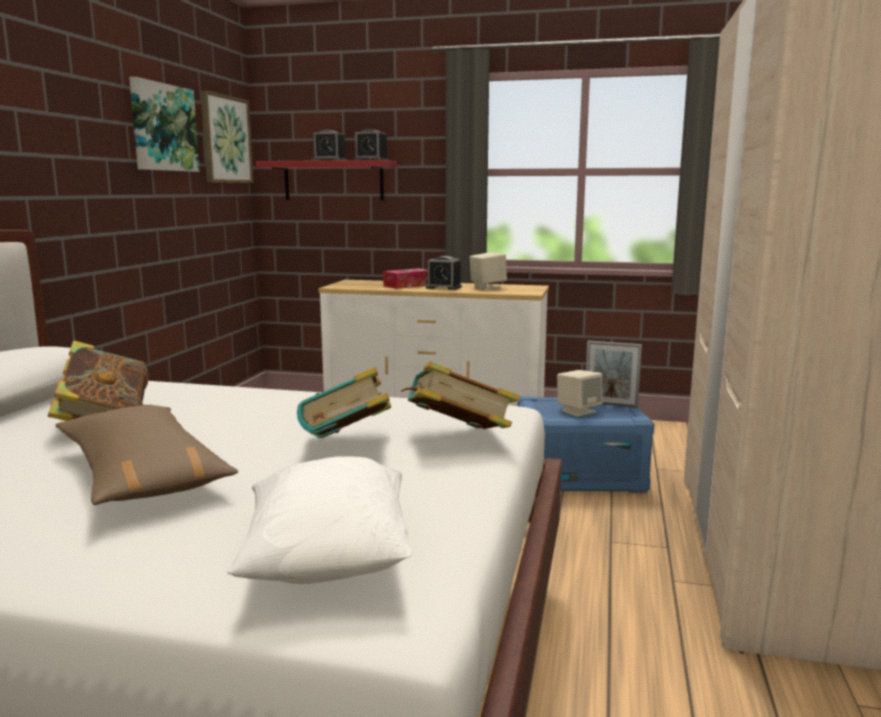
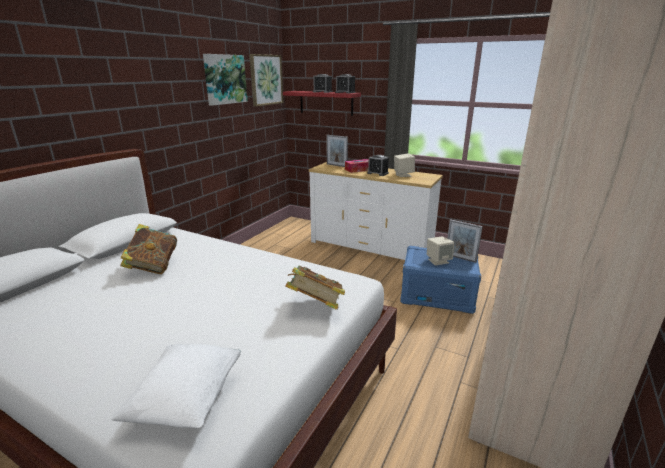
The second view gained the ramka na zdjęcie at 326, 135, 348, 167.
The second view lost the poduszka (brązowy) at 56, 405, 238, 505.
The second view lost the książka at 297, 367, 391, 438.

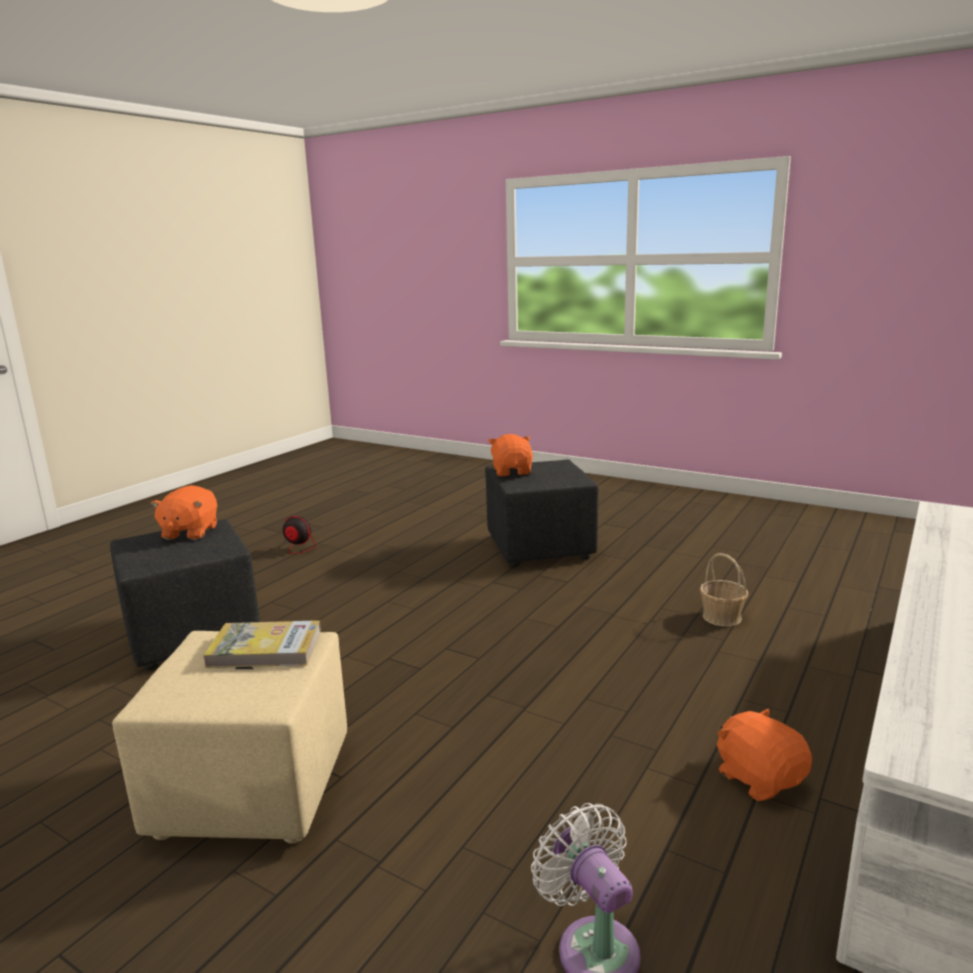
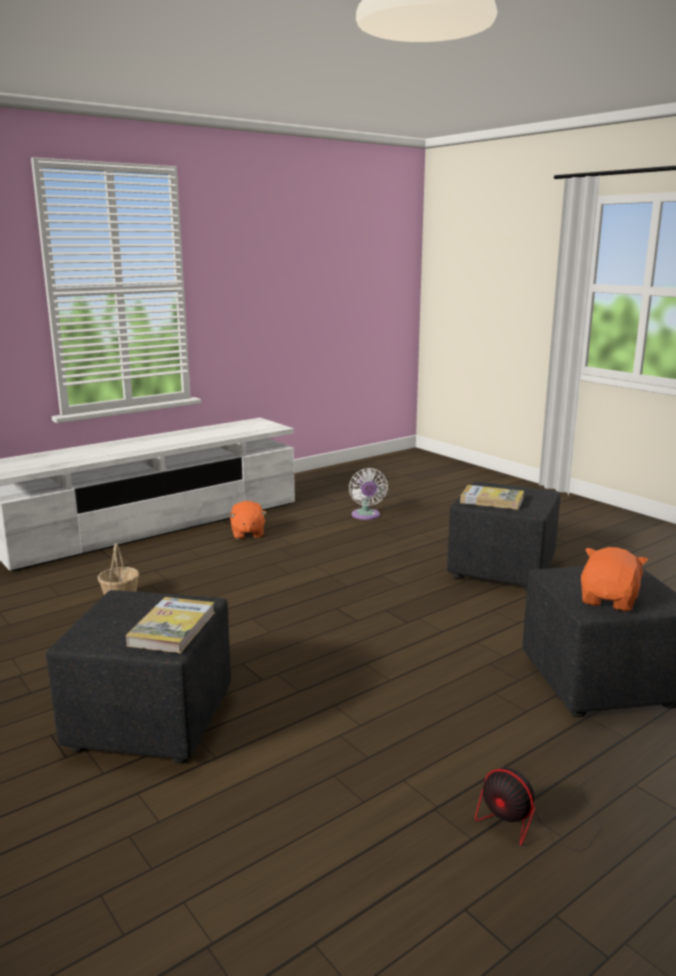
Where the pluszak (pomarańczowy) stood at 488, 434, 533, 476, the książka came to stand at 126, 597, 215, 653.
What was the pufa (beżowy) at 112, 631, 347, 844 turned into the pufa (czarny) at 447, 481, 561, 591.

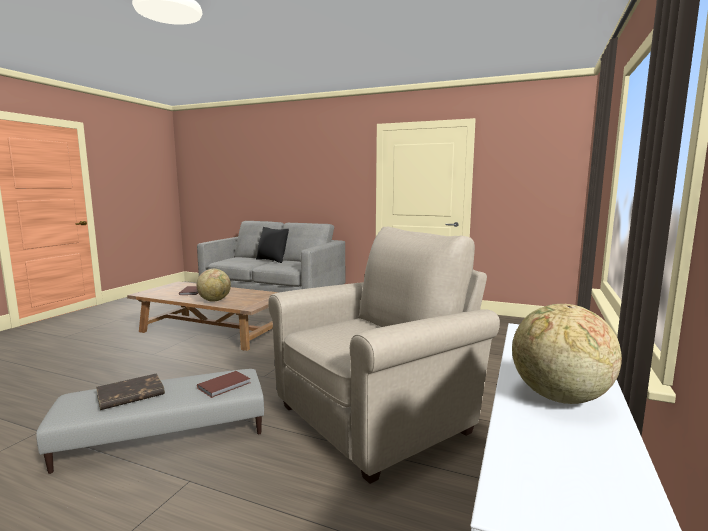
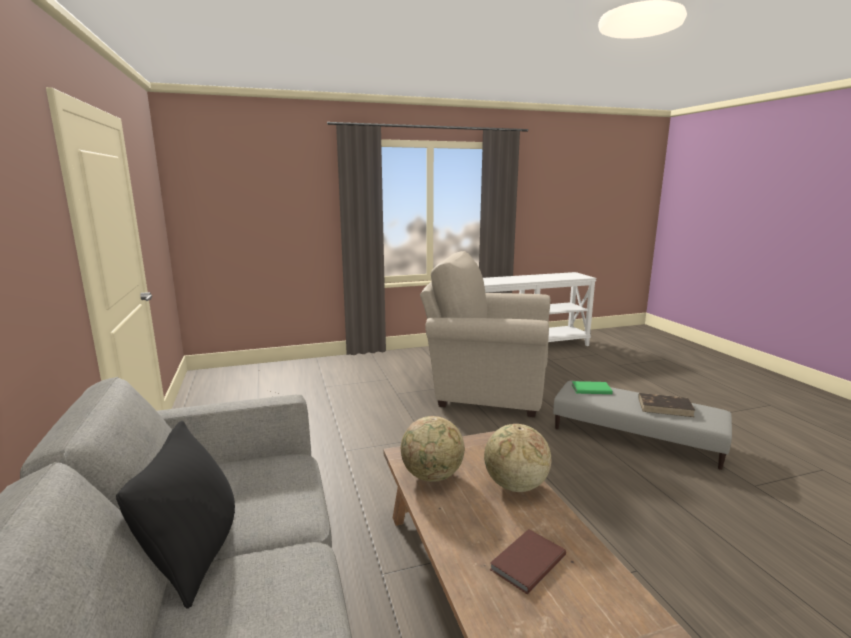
The globus ended up elsewhere, having gone from 512, 304, 622, 404 to 401, 416, 465, 482.
What was the książka (brązowy) at 197, 371, 250, 398 turned into the książka (zielony) at 572, 381, 613, 394.

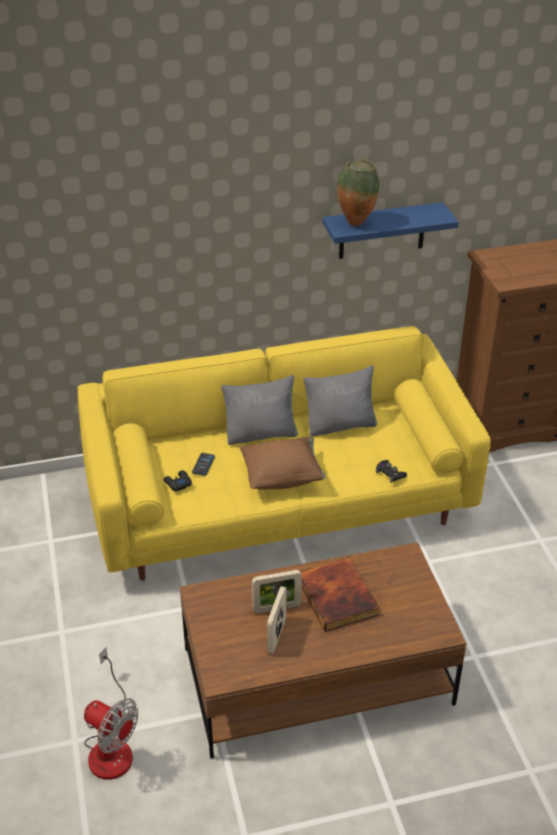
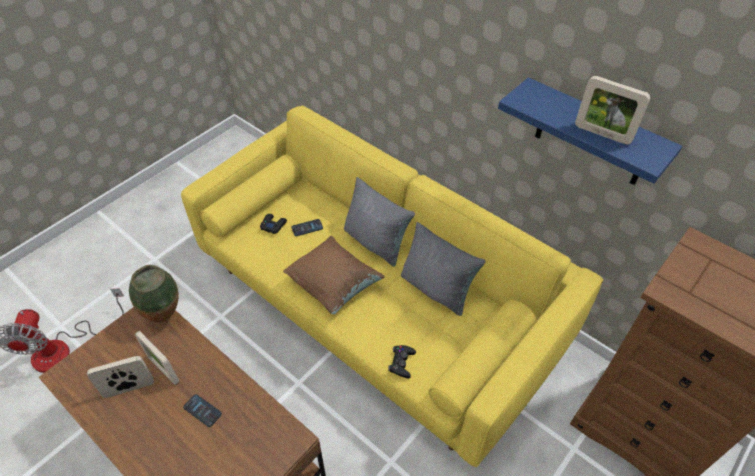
The wazon ended up elsewhere, having gone from 337, 159, 379, 226 to 129, 265, 179, 323.
Where the książka stood at 300, 557, 379, 632, the telefon came to stand at 183, 394, 222, 427.
The second view gained the ramka na zdjęcie at 575, 76, 651, 145.

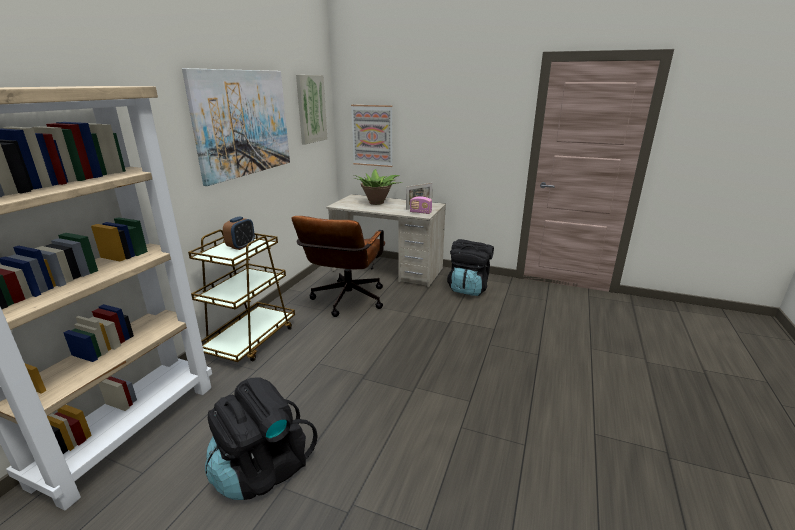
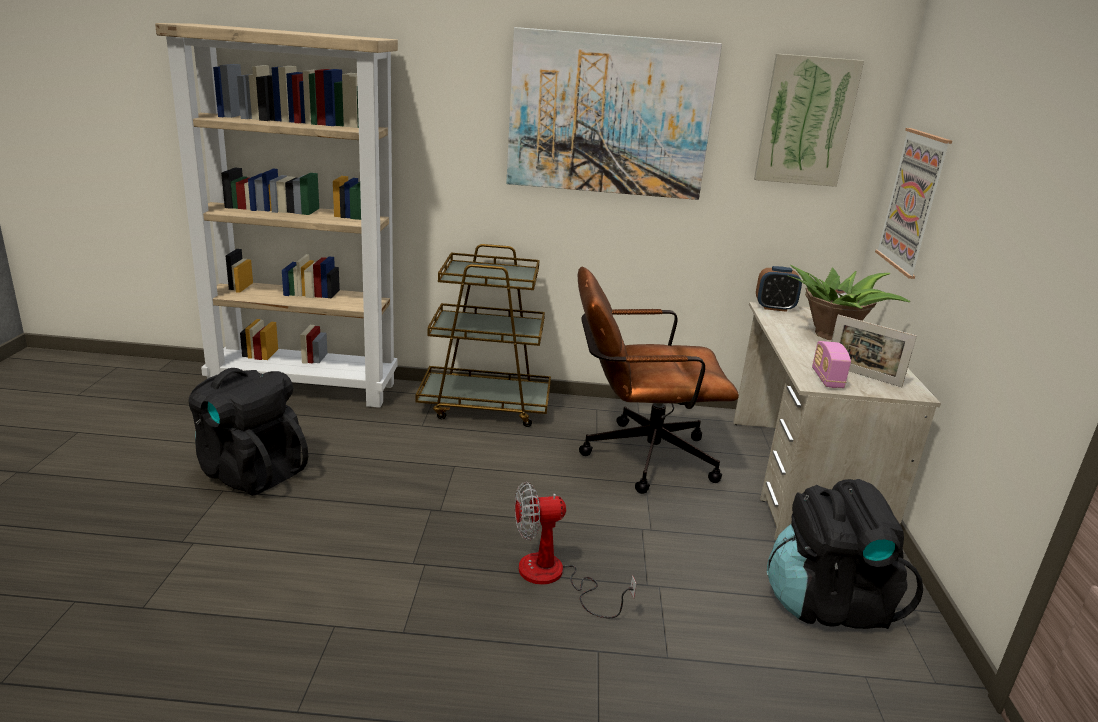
The second view gained the wentylator at 515, 482, 637, 618.
The budzik ended up elsewhere, having gone from 223, 216, 255, 250 to 756, 266, 802, 312.

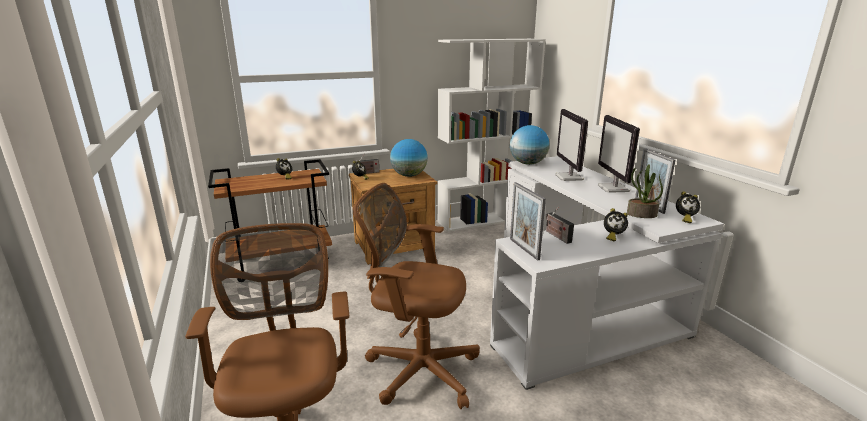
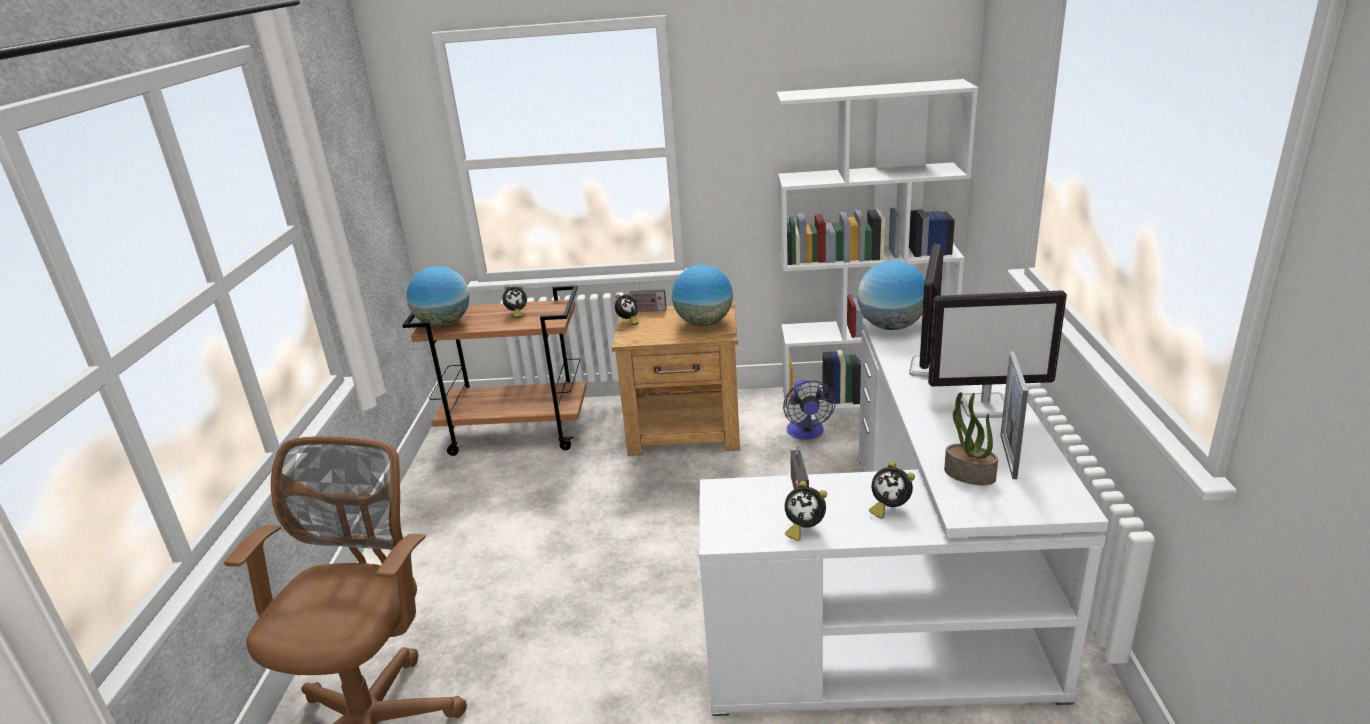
The second view gained the globus at 407, 266, 470, 327.
The second view gained the wentylator at 783, 379, 836, 439.
The budzik ended up elsewhere, having gone from 676, 191, 700, 223 to 785, 481, 827, 541.
The monitor at 598, 115, 640, 193 ended up facing another way, 105 degrees counterclockwise from before.
The second view lost the krzesło biurowe (brązowy) at 353, 183, 480, 409.
The second view lost the ramka na zdjęcie at 510, 182, 546, 261.

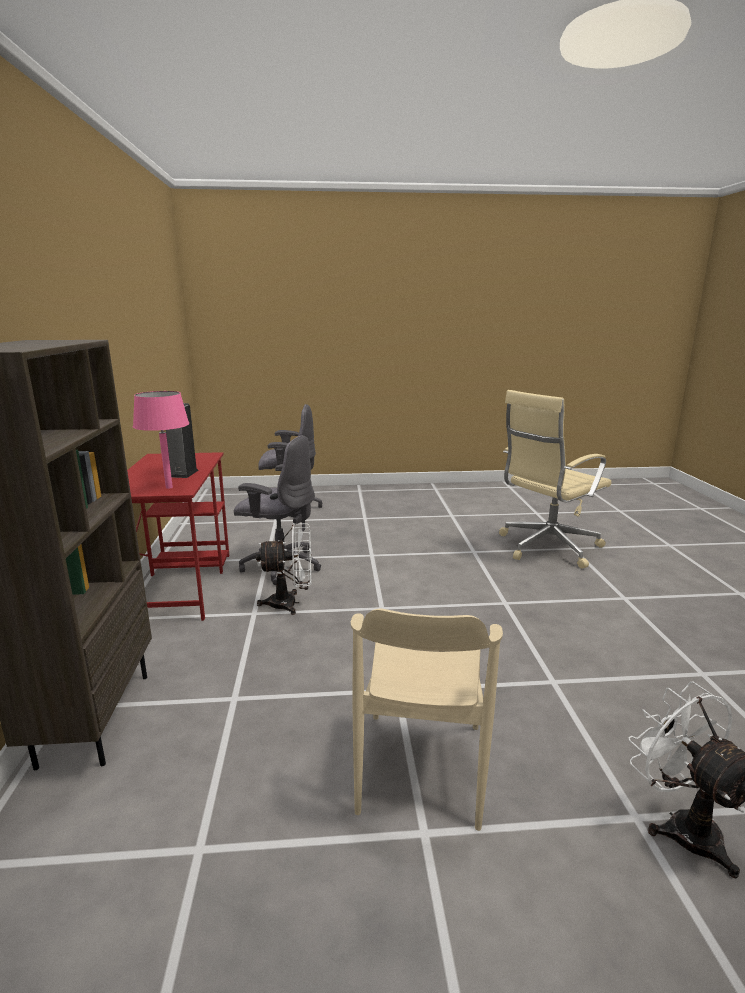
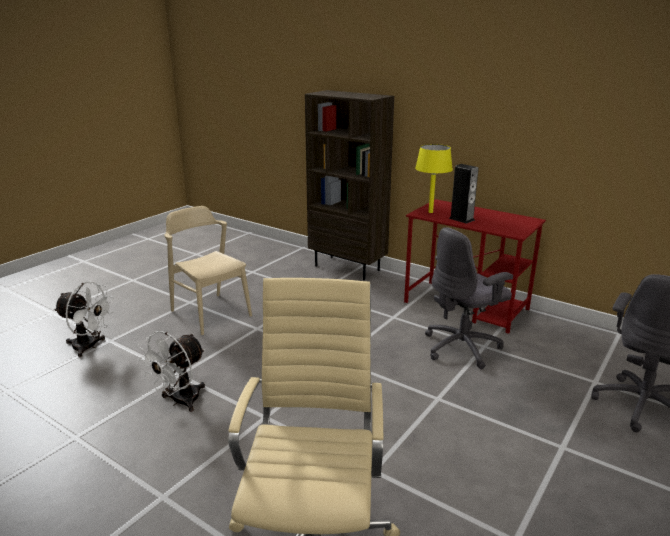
The wentylator (biały) ended up elsewhere, having gone from 256, 523, 312, 615 to 137, 331, 205, 412.
What was the lampa stołowa (różowy) at 133, 391, 189, 489 turned into the lampa stołowa (żółty) at 415, 144, 453, 213.

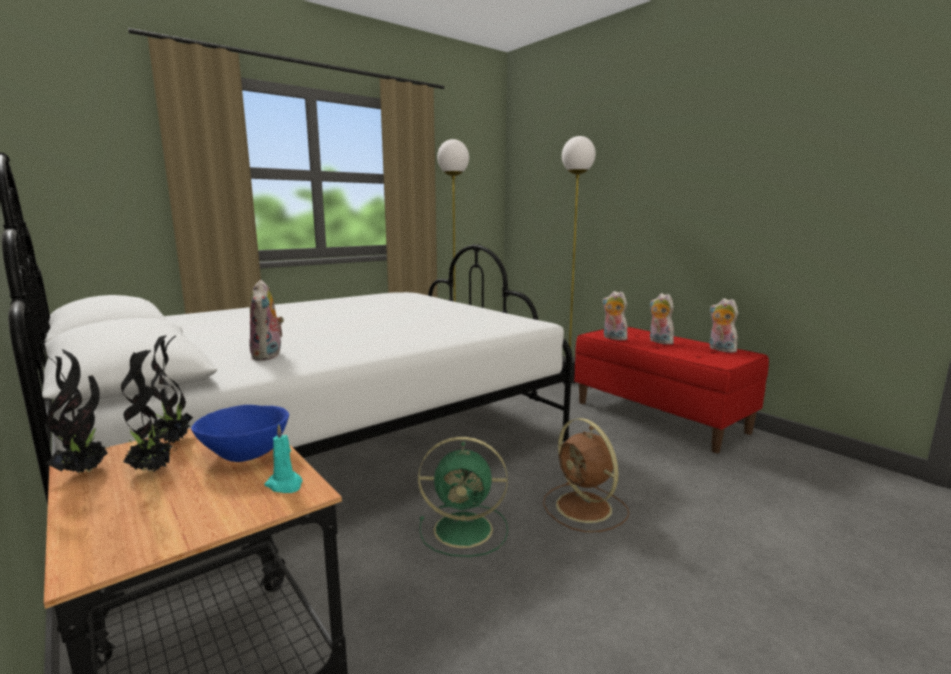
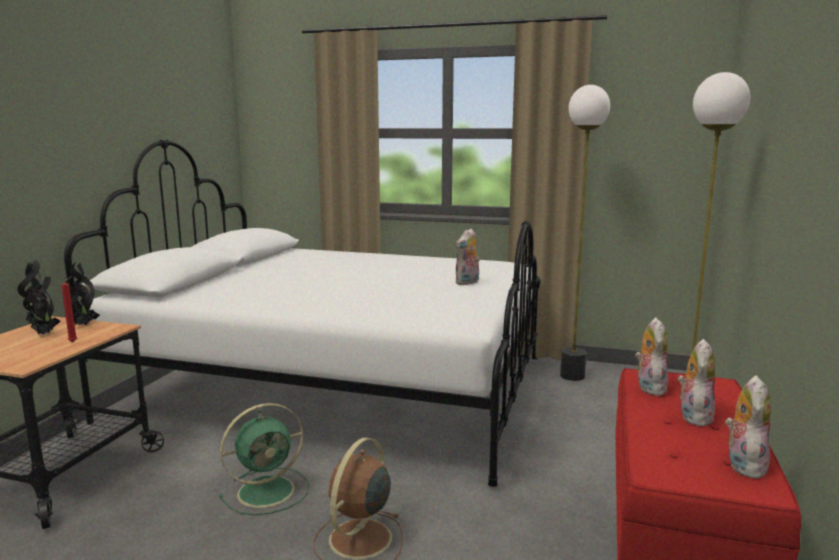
Where the miska (niebieski) stood at 191, 405, 289, 462, the świeca (czerwony) came to stand at 61, 276, 77, 342.
The wentylator (zielony) at 418, 437, 508, 557 ended up facing another way, 90 degrees counterclockwise from before.
The pluszak ended up elsewhere, having gone from 249, 280, 284, 360 to 455, 228, 480, 285.
The second view lost the świeca (turkusowy) at 264, 424, 303, 493.

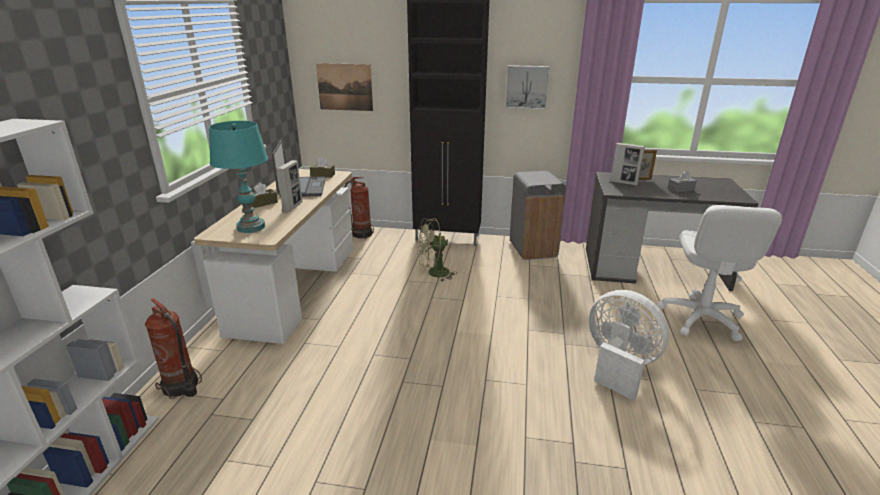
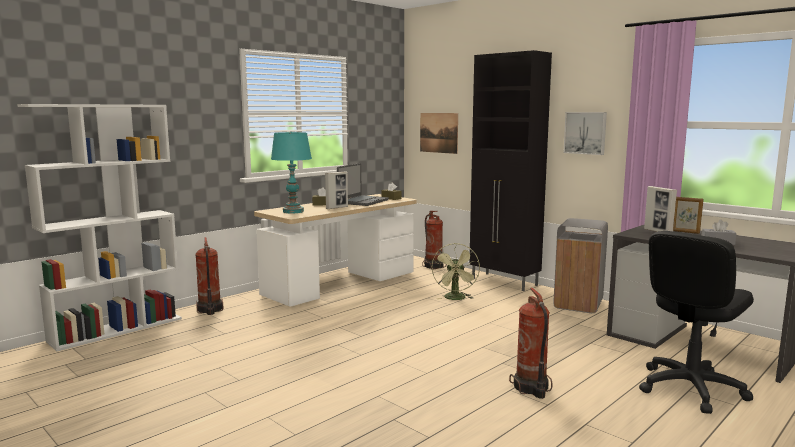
The wentylator (zielony) at 417, 218, 455, 282 ended up facing another way, 105 degrees counterclockwise from before.
Where the wentylator (biały) stood at 589, 290, 669, 400, the gaśnica came to stand at 509, 288, 552, 399.
What was the krzesło biurowe (biały) at 656, 205, 783, 342 turned into the krzesło biurowe (czarny) at 639, 231, 754, 414.

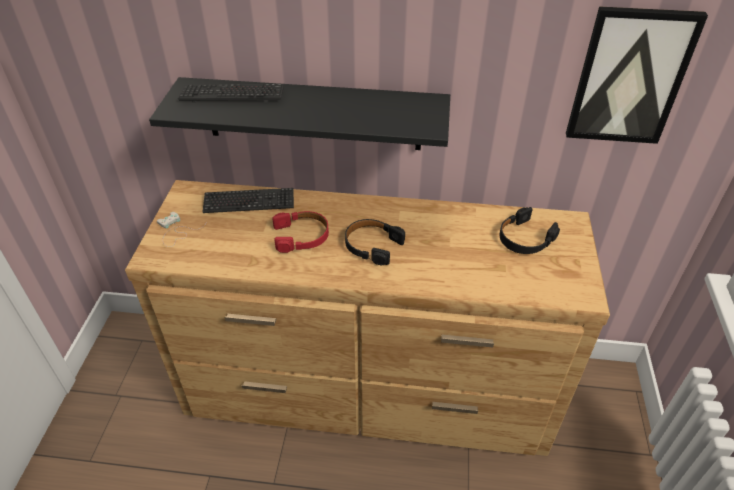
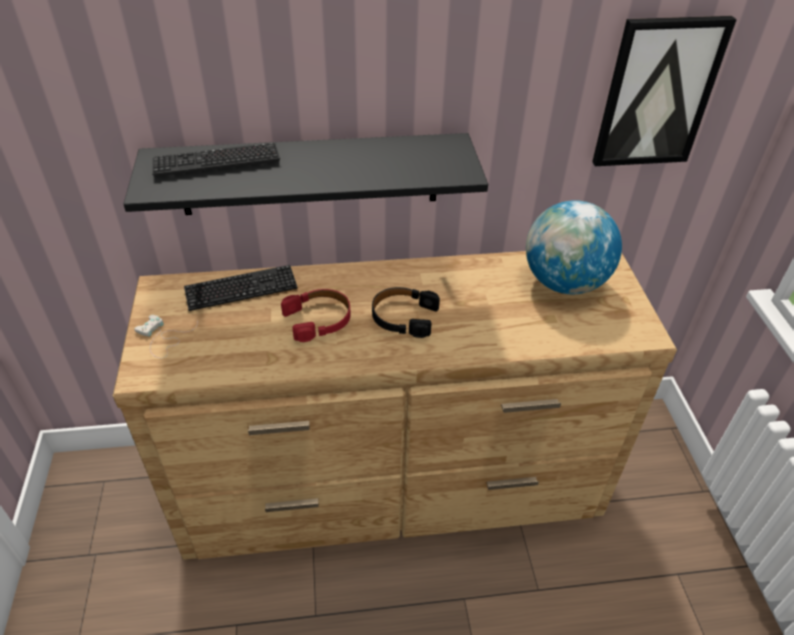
Where the słuchawki (czarny) stood at 500, 207, 560, 254, the globus came to stand at 526, 200, 622, 294.

